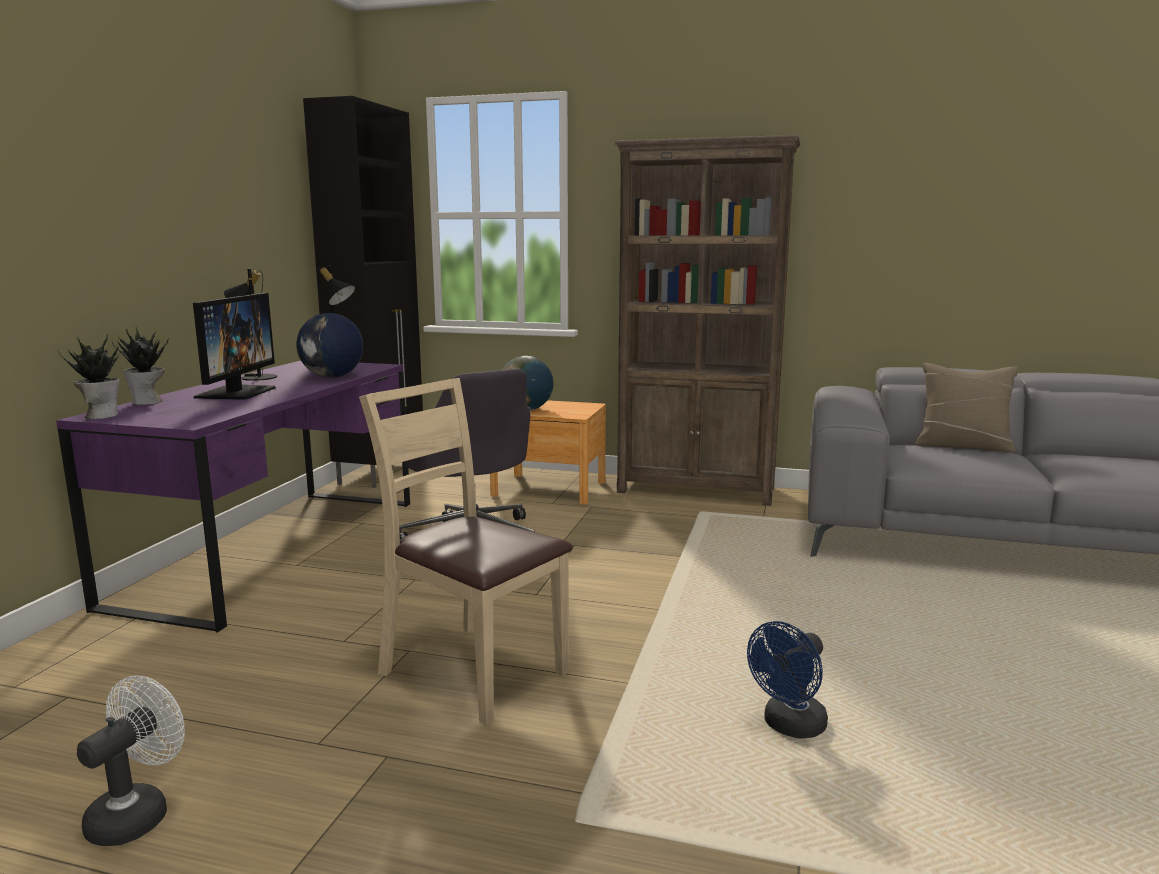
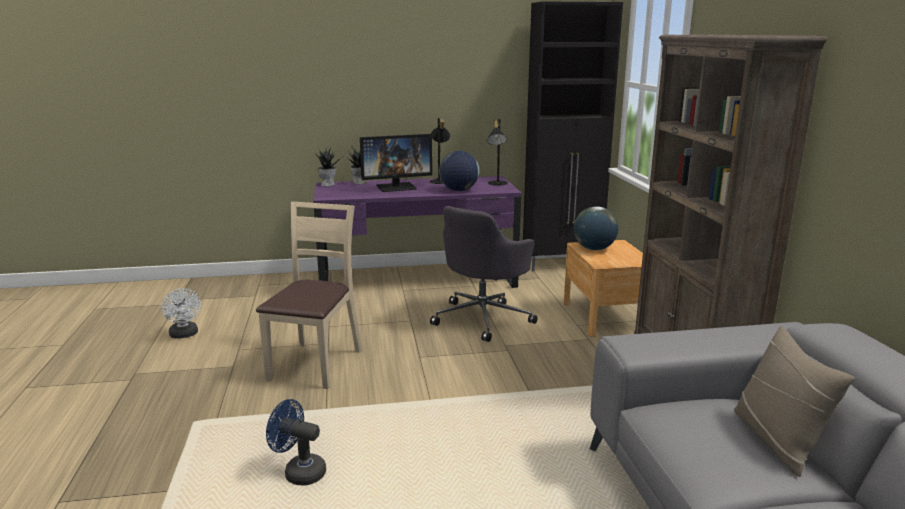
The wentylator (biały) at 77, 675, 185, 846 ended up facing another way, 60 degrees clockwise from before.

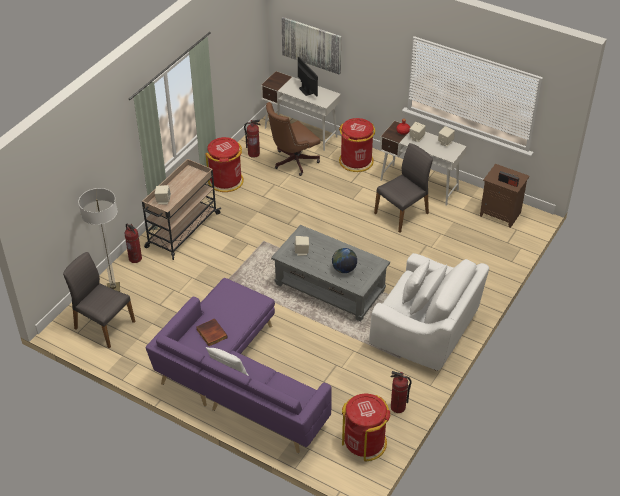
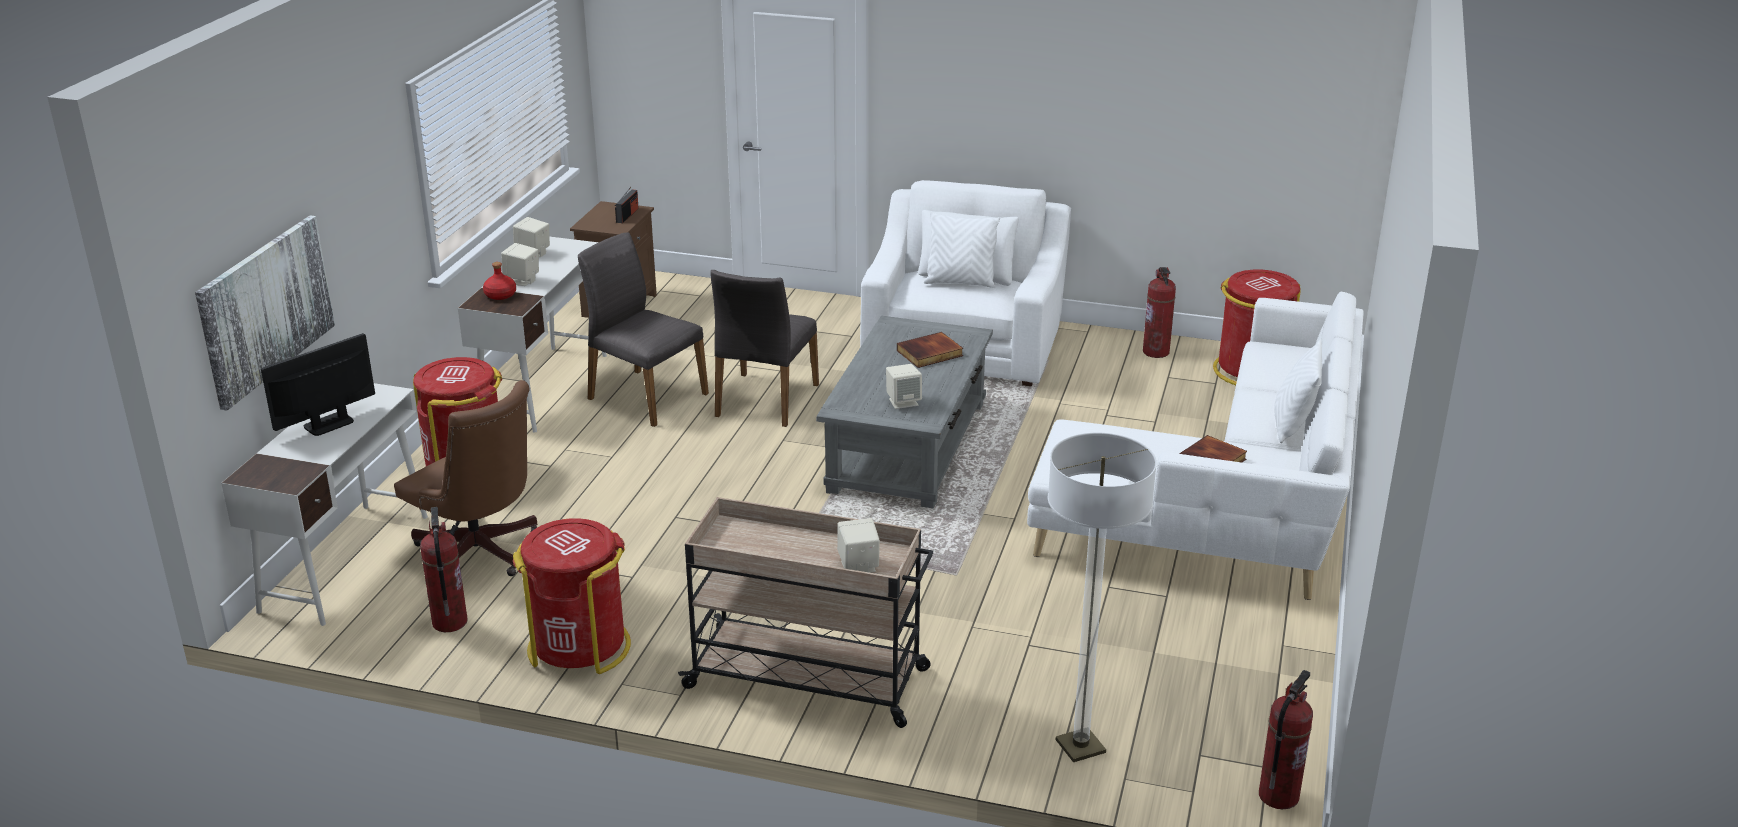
The krzesło (szary) ended up elsewhere, having gone from 63, 252, 135, 349 to 710, 270, 819, 427.
Where the globus stood at 332, 248, 357, 273, the książka came to stand at 897, 332, 963, 368.
What was the kanapa (fioletowy) at 146, 278, 332, 453 turned into the kanapa (biały) at 1027, 292, 1364, 600.
The gaśnica ended up elsewhere, having gone from 125, 223, 142, 263 to 1259, 670, 1313, 809.

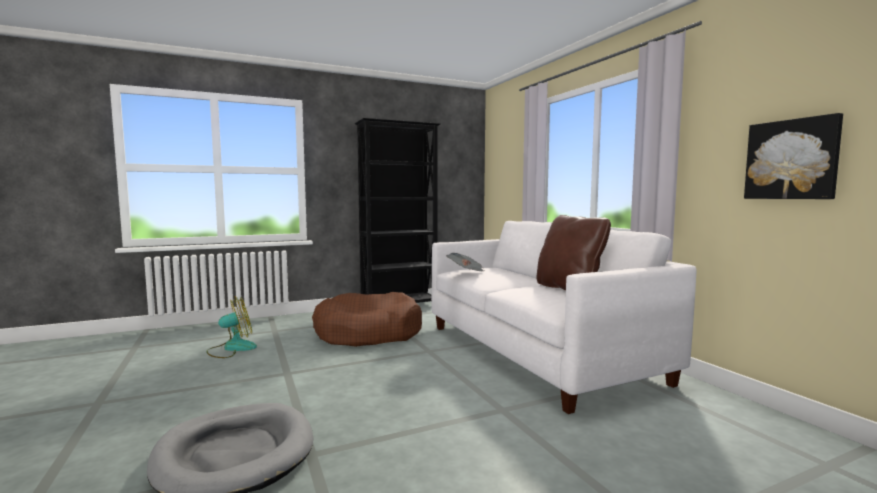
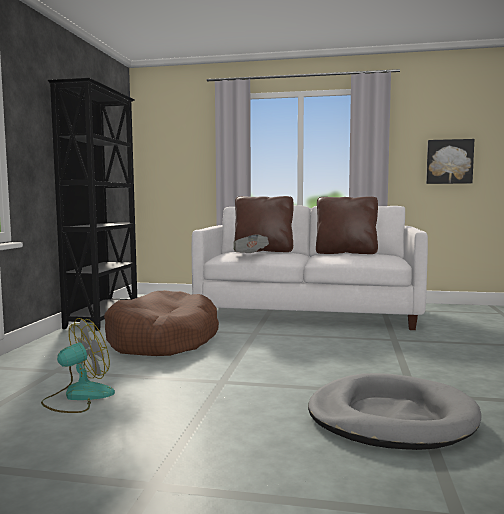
The wentylator at 206, 296, 257, 358 ended up facing another way, 45 degrees clockwise from before.
The second view gained the poduszka (brązowy) at 234, 196, 294, 252.

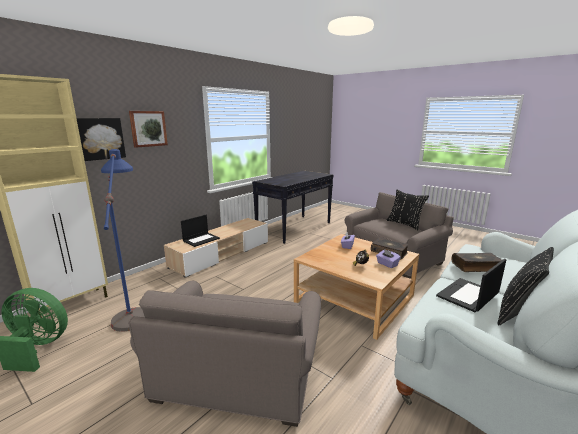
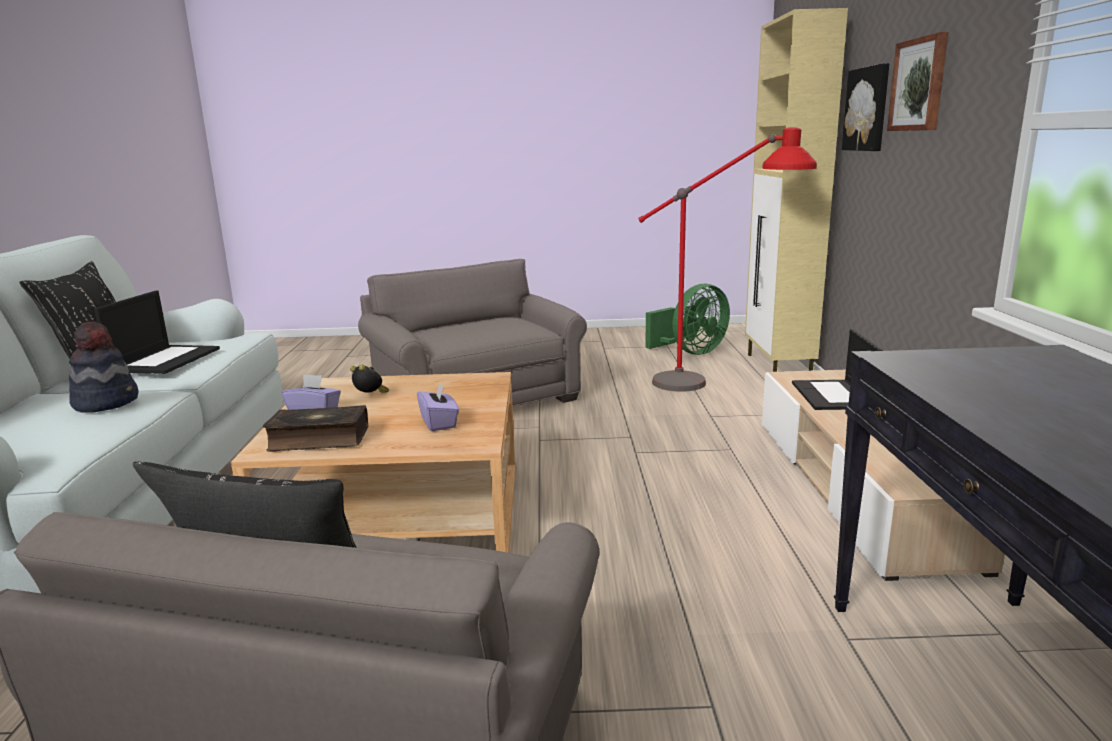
Where the książka stood at 452, 253, 502, 272, the kapelusz came to stand at 69, 322, 138, 413.
What was the lampa stojąca (niebieski) at 101, 149, 145, 332 turned into the lampa stojąca (czerwony) at 638, 127, 817, 392.

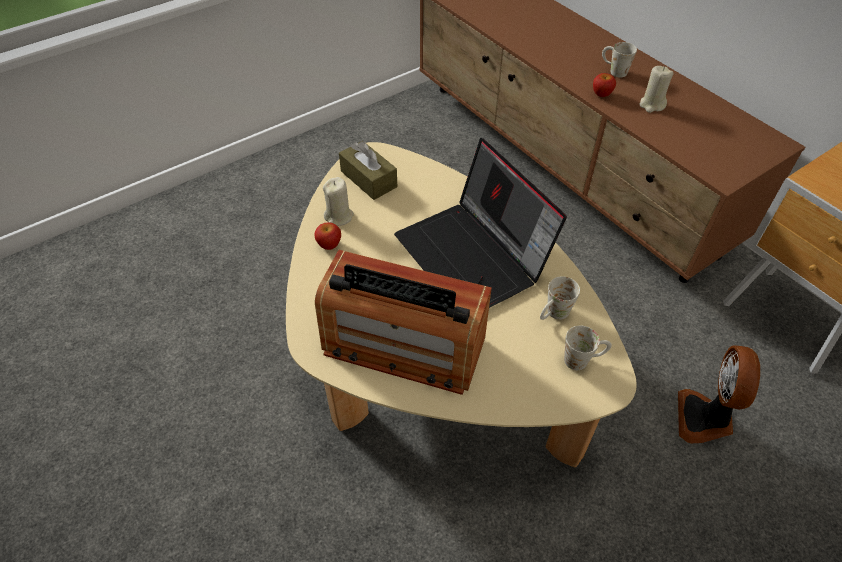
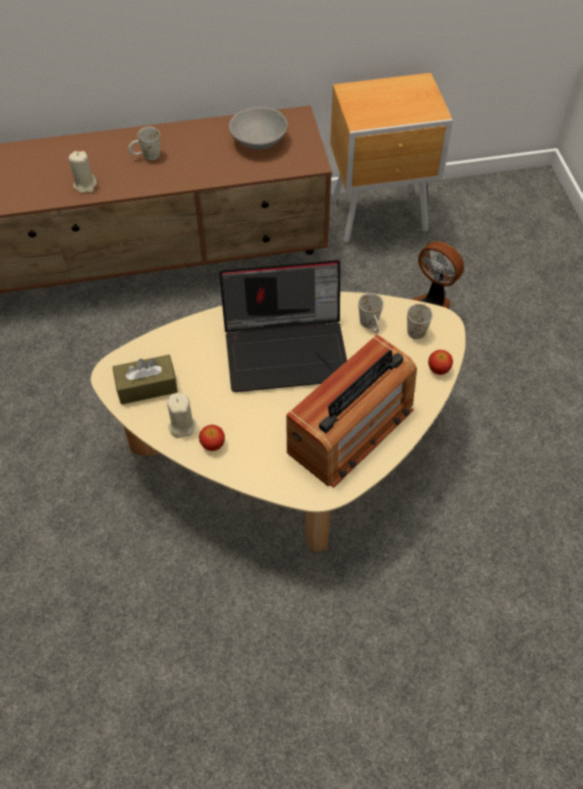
The świeca (beżowy) ended up elsewhere, having gone from 640, 66, 674, 113 to 69, 151, 97, 193.
The second view gained the miska (szary) at 229, 107, 288, 149.
The jabłko ended up elsewhere, having gone from 593, 73, 616, 97 to 428, 350, 453, 375.

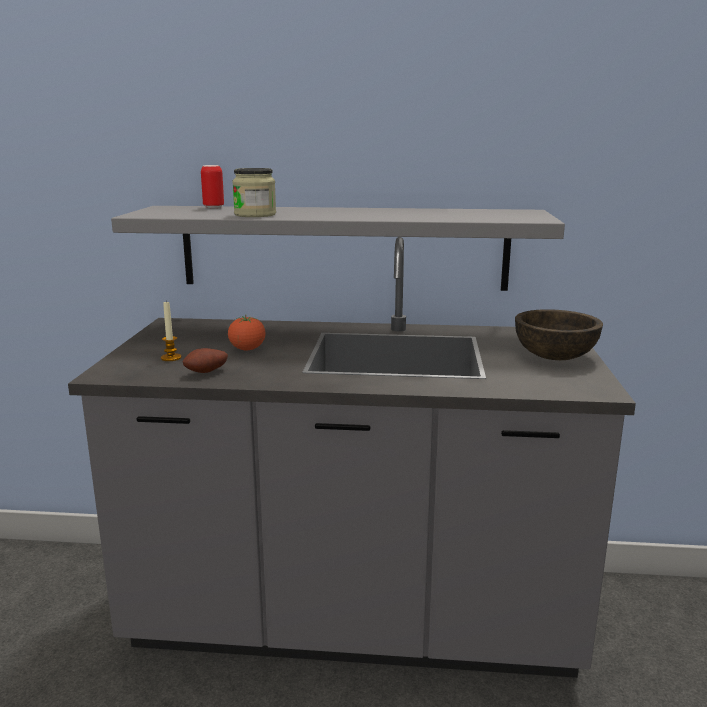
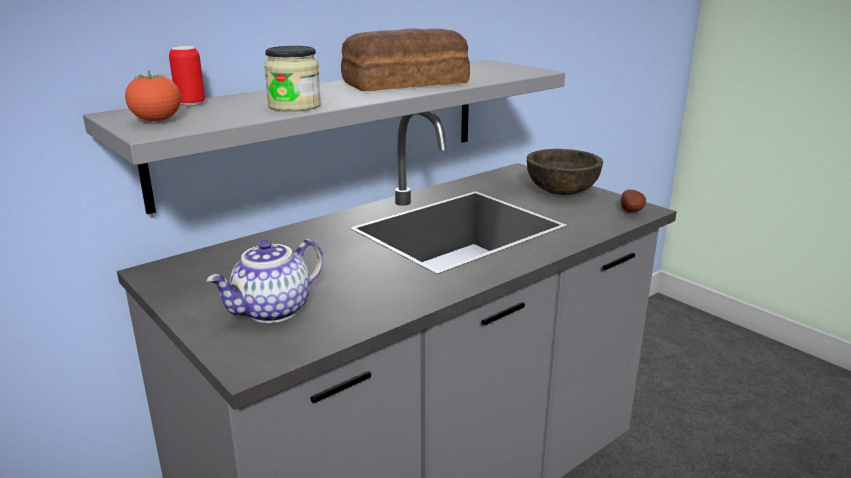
The pomidor ended up elsewhere, having gone from 228, 315, 266, 350 to 125, 70, 181, 122.
Where the świeca stood at 161, 301, 182, 361, the imbryk came to stand at 206, 239, 323, 323.
The second view gained the chleb at 341, 28, 470, 91.
The ziemniak ended up elsewhere, having gone from 182, 348, 228, 373 to 621, 190, 646, 212.

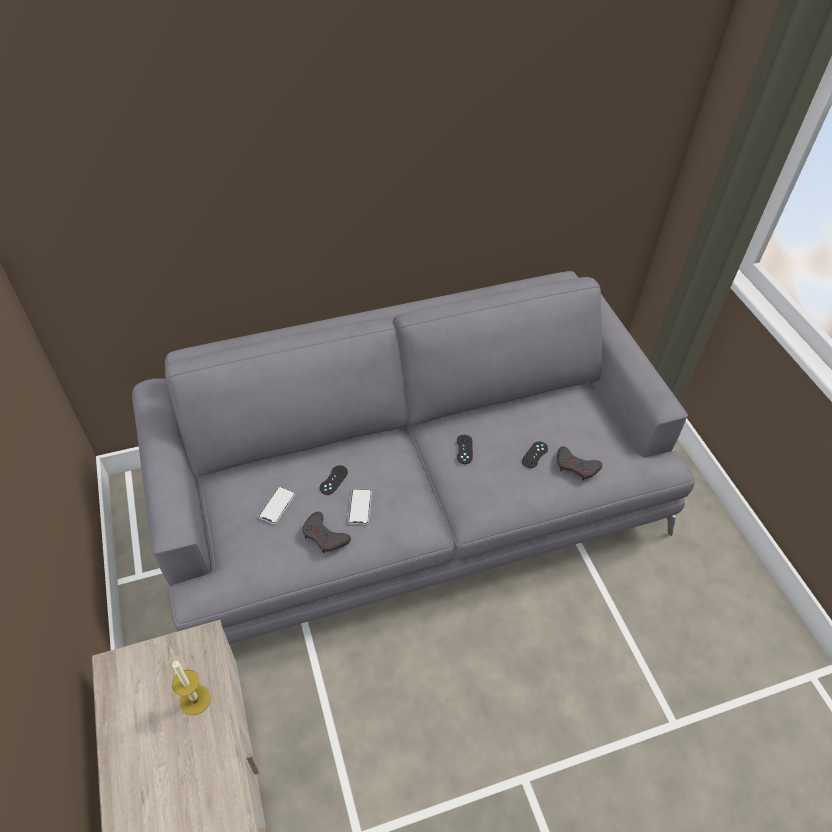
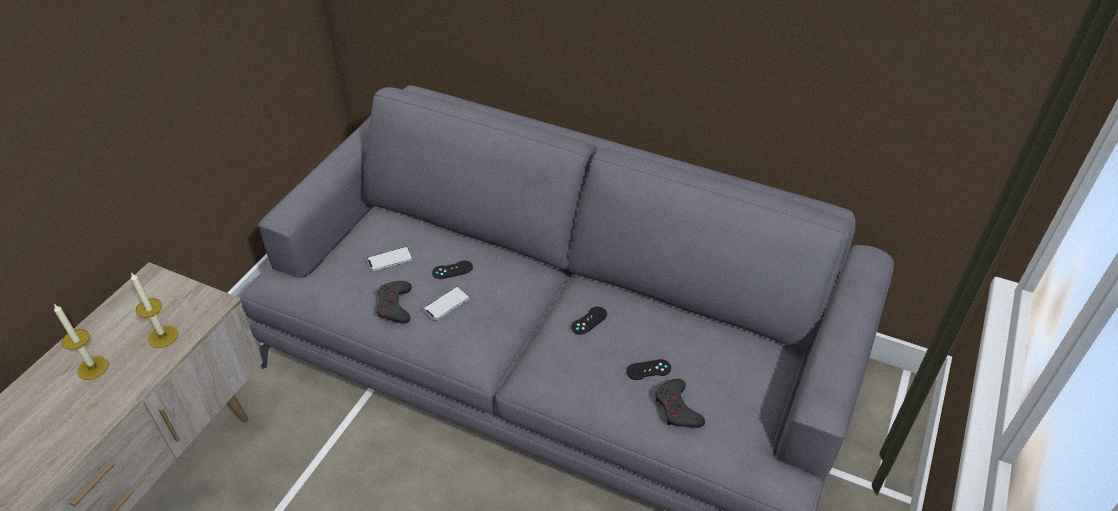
The second view gained the świeca at 54, 304, 109, 380.

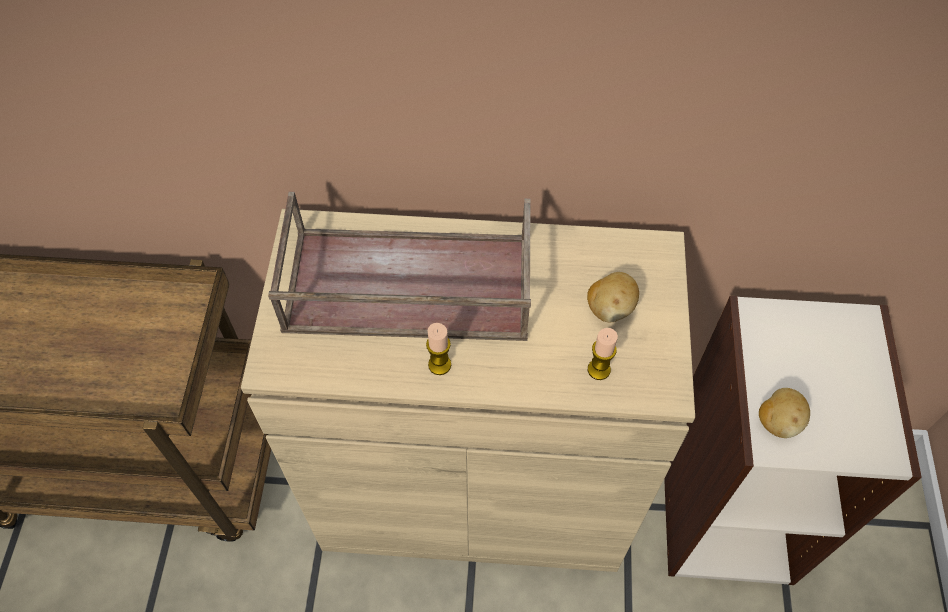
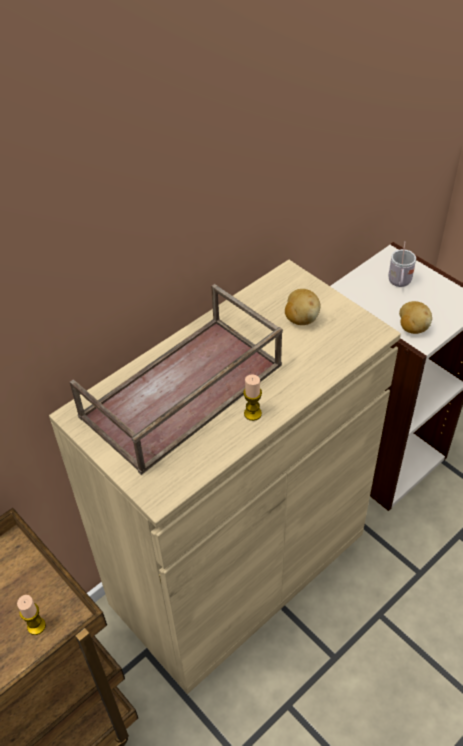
The świeca ended up elsewhere, having gone from 588, 328, 618, 380 to 17, 595, 46, 635.
The second view gained the kubek (biały) at 388, 241, 416, 287.

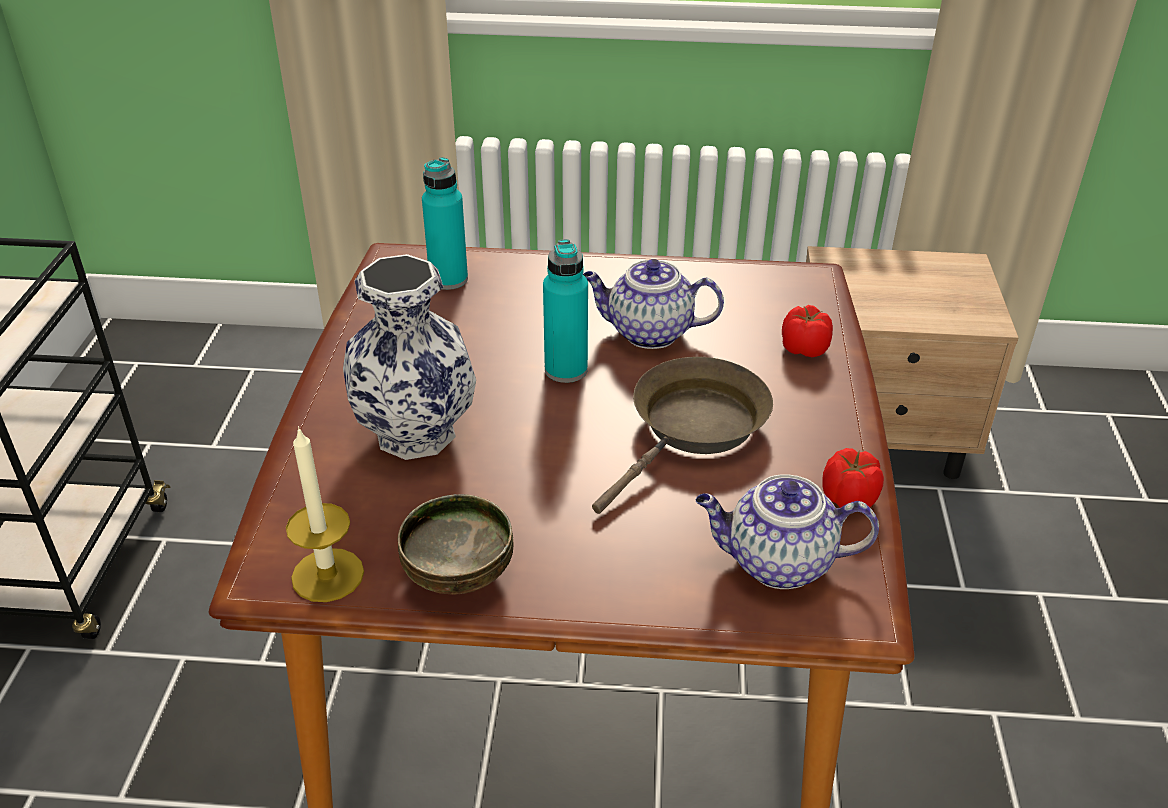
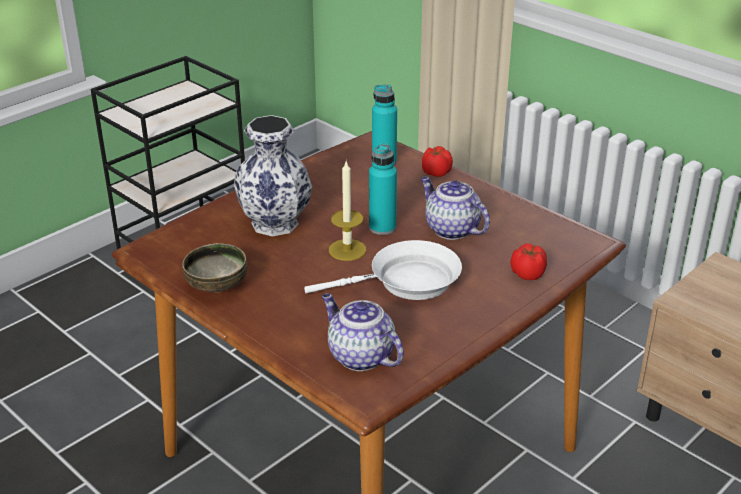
What was the patelnia (brązowy) at 592, 357, 773, 514 turned into the patelnia (biały) at 304, 240, 462, 300.
The świeca ended up elsewhere, having gone from 286, 426, 364, 602 to 329, 161, 366, 261.
The pomidor ended up elsewhere, having gone from 822, 448, 884, 508 to 422, 146, 453, 177.

